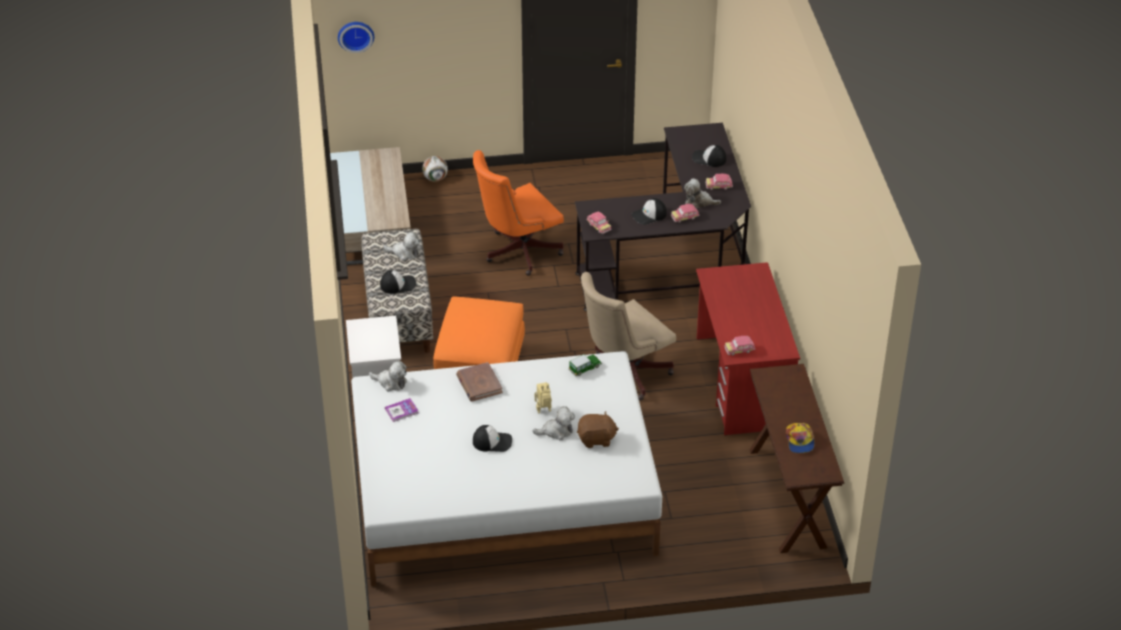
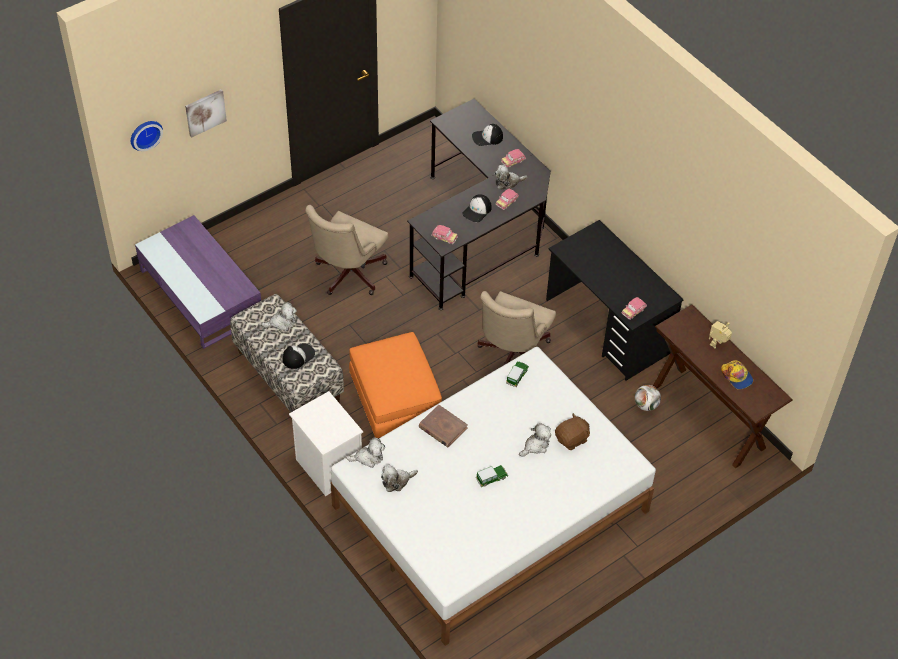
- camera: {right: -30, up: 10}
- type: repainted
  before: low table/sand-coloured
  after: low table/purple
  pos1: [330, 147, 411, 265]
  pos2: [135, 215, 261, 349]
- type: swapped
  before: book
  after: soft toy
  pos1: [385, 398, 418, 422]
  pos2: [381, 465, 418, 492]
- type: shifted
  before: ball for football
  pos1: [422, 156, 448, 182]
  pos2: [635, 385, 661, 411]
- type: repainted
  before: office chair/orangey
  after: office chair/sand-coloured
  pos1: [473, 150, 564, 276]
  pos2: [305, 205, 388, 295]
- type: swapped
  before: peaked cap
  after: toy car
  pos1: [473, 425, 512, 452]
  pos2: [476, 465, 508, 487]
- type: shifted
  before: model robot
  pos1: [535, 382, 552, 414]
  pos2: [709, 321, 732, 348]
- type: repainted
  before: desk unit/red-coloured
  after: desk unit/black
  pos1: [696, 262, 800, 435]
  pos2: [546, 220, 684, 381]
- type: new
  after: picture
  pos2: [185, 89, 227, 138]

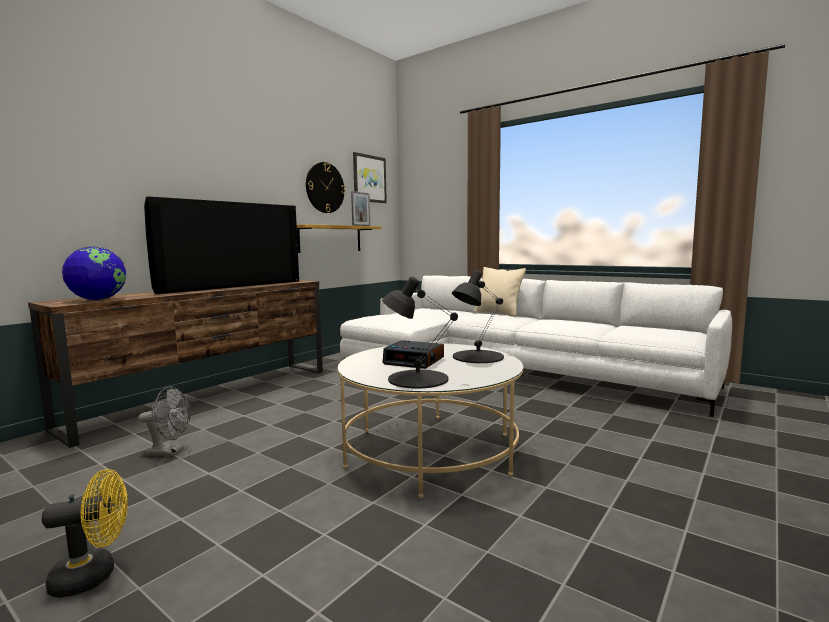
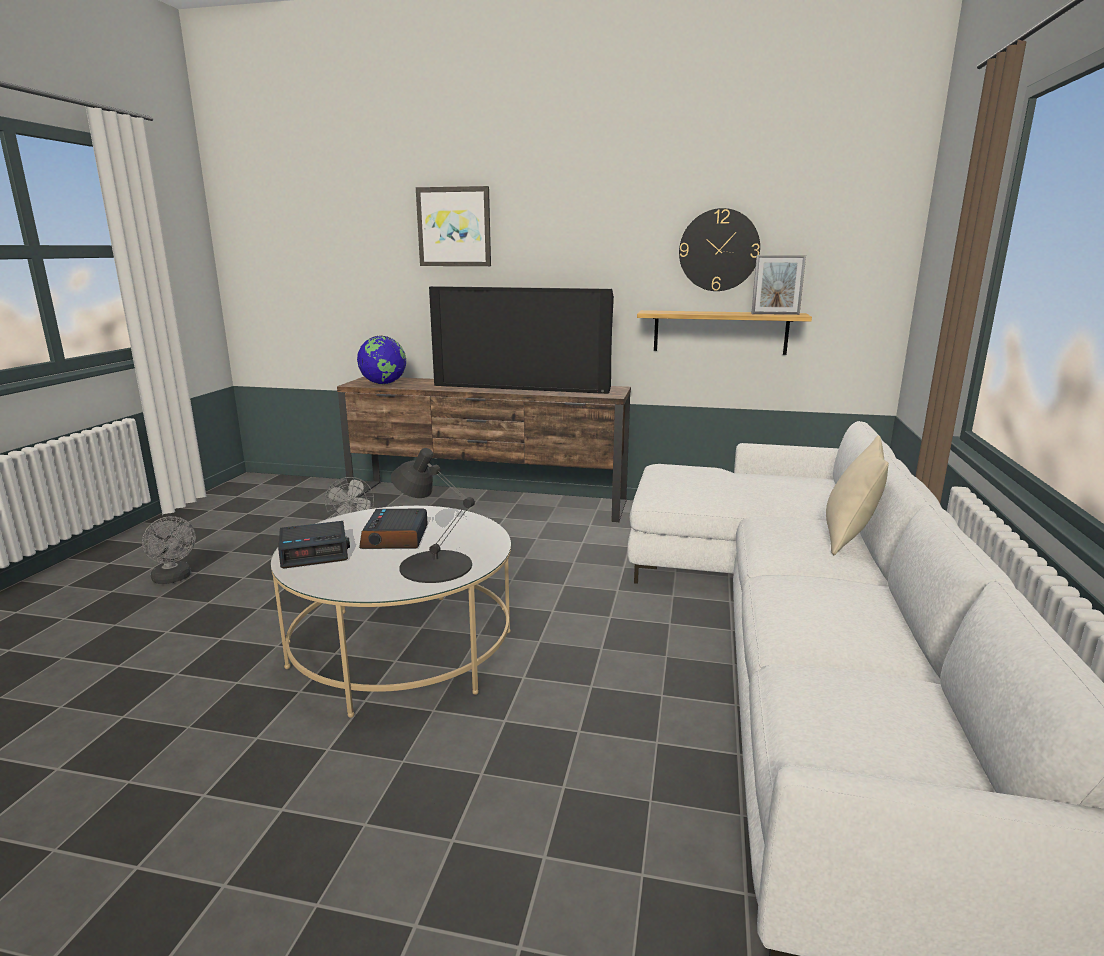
- camera: {right: 65, up: 10}
- type: repainted
  before: cooling fan/yellow
  after: cooling fan/greyish
  pos1: [42, 469, 128, 598]
  pos2: [142, 516, 196, 584]
- type: shifted
  before: picture
  pos1: [353, 152, 387, 203]
  pos2: [416, 186, 491, 266]
- type: swapped
  before: table lamp/black
  after: table clock
  pos1: [382, 277, 458, 389]
  pos2: [278, 521, 350, 568]

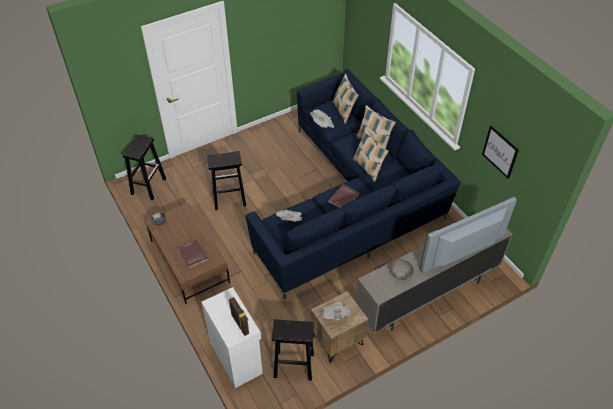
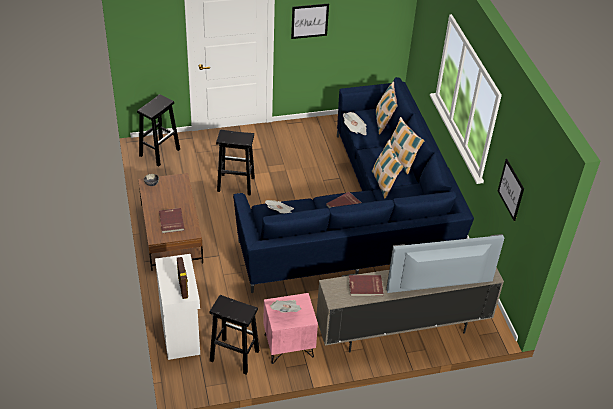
- camera: {right: 15, up: -5}
- type: repainted
  before: night table/brown-coloured
  after: night table/pinkish
  pos1: [311, 291, 368, 363]
  pos2: [263, 293, 318, 364]
- type: swapped
  before: serving bowl/greyish
  after: book/red-coloured
  pos1: [391, 259, 414, 280]
  pos2: [349, 275, 384, 296]
- type: new
  after: picture
  pos2: [291, 4, 329, 39]

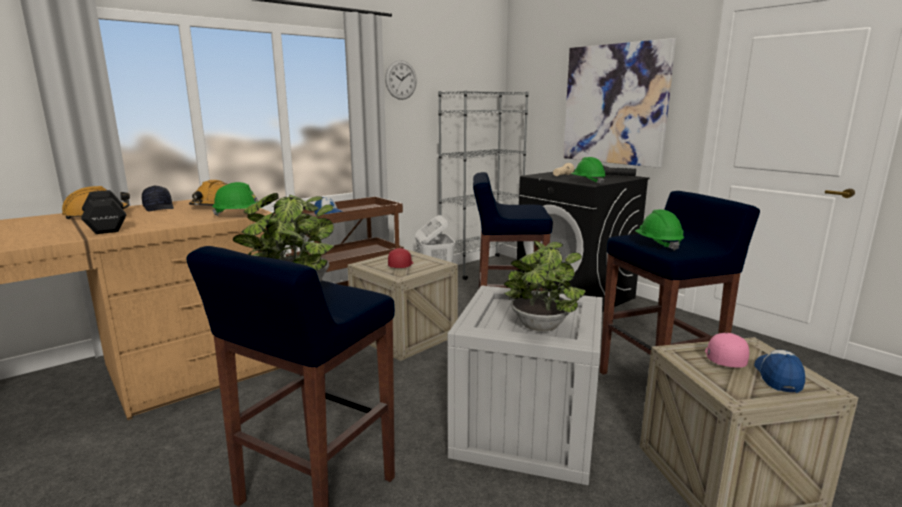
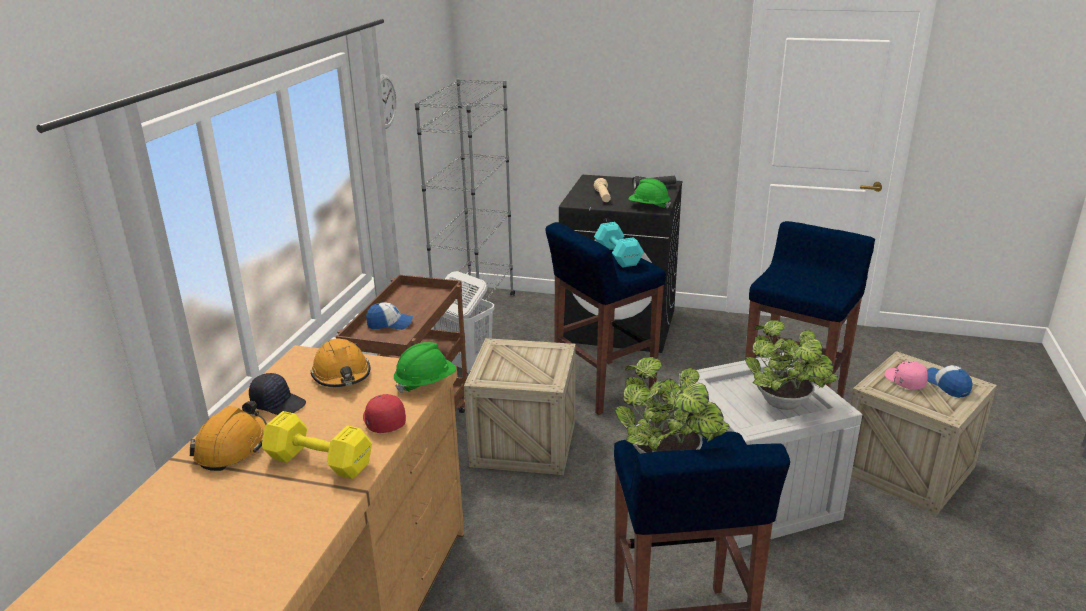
- camera: {right: -35, up: 10}
- type: repainted
  before: dumbbell/black
  after: dumbbell/yellow
  pos1: [81, 190, 126, 234]
  pos2: [262, 411, 372, 479]
- type: shifted
  before: peaked cap/red-coloured
  pos1: [388, 248, 413, 268]
  pos2: [363, 394, 406, 433]
- type: gone
  before: picture
  pos1: [563, 38, 676, 168]
- type: gone
  before: safety helmet/green
  pos1: [635, 209, 684, 251]
- type: new
  after: dumbbell/turquoise
  pos2: [594, 222, 644, 268]

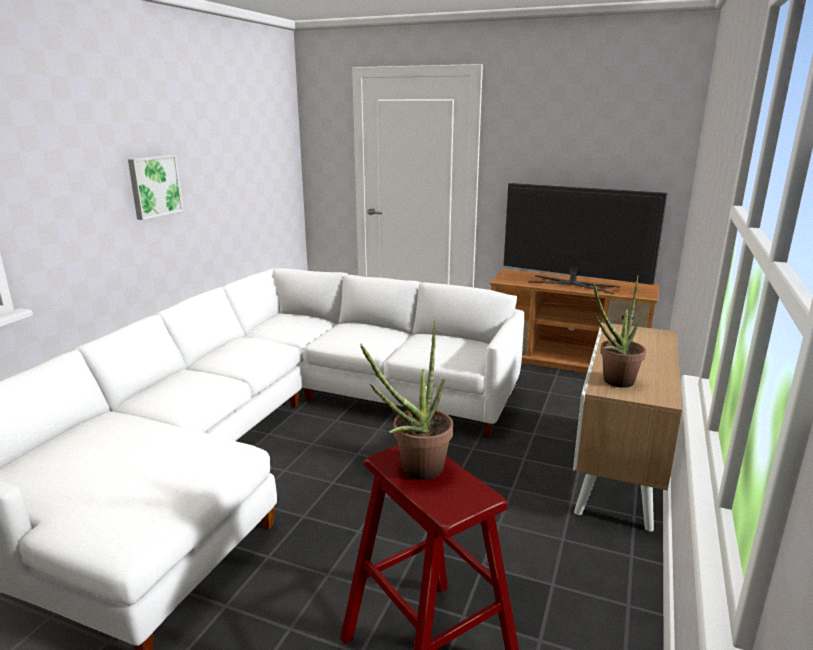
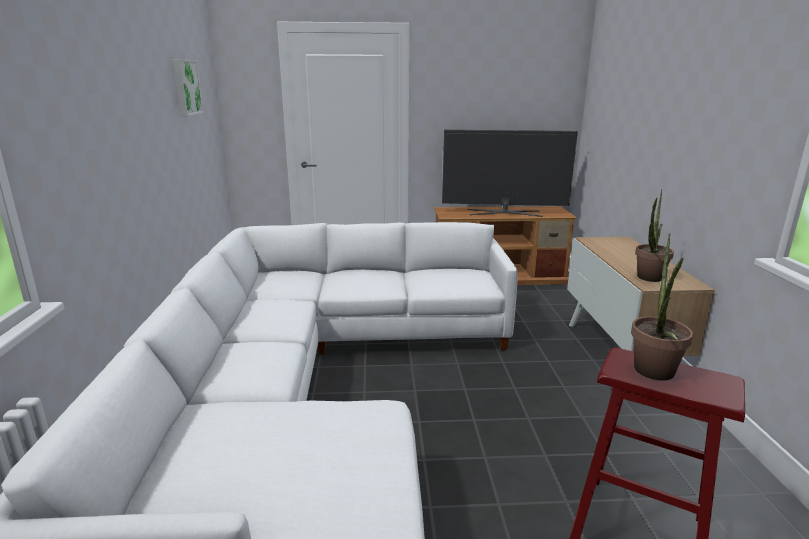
- camera: {right: -25, up: 0}
- type: shifted
  before: picture
  pos1: [128, 155, 183, 220]
  pos2: [173, 59, 204, 116]

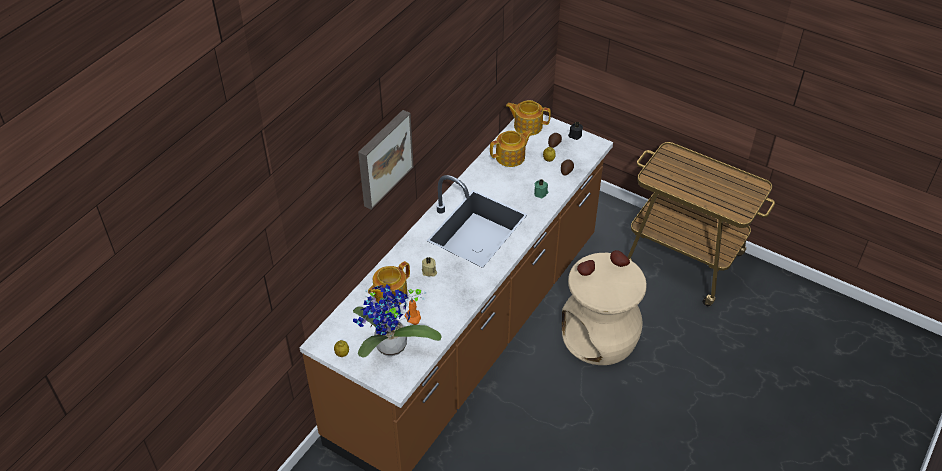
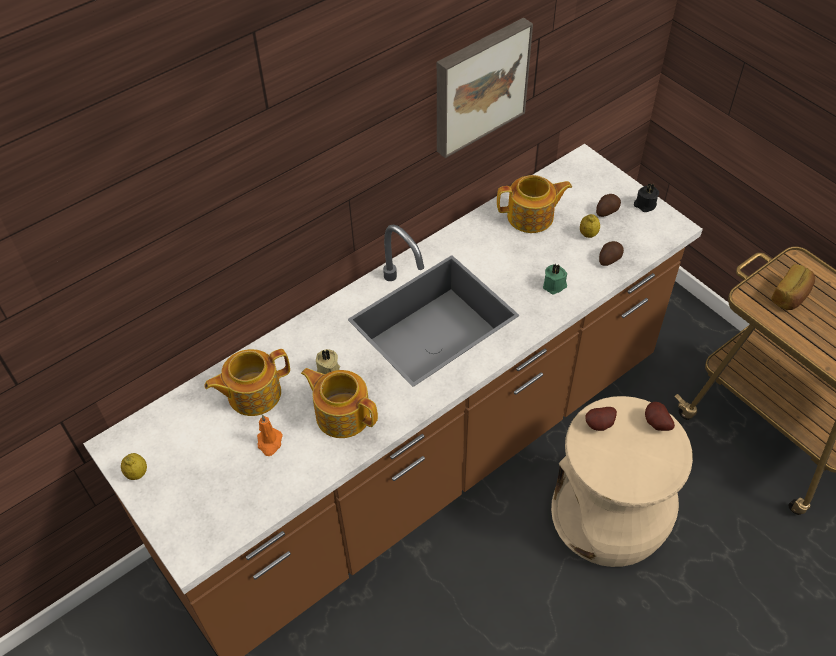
- camera: {right: 20, up: 5}
- type: gone
  before: potted plant
  pos1: [353, 285, 442, 358]
- type: shifted
  before: picture
  pos1: [358, 110, 414, 210]
  pos2: [437, 17, 533, 158]
- type: shifted
  before: tea pot
  pos1: [506, 100, 551, 136]
  pos2: [301, 368, 378, 438]
- type: new
  after: baked bread
  pos2: [771, 264, 815, 310]

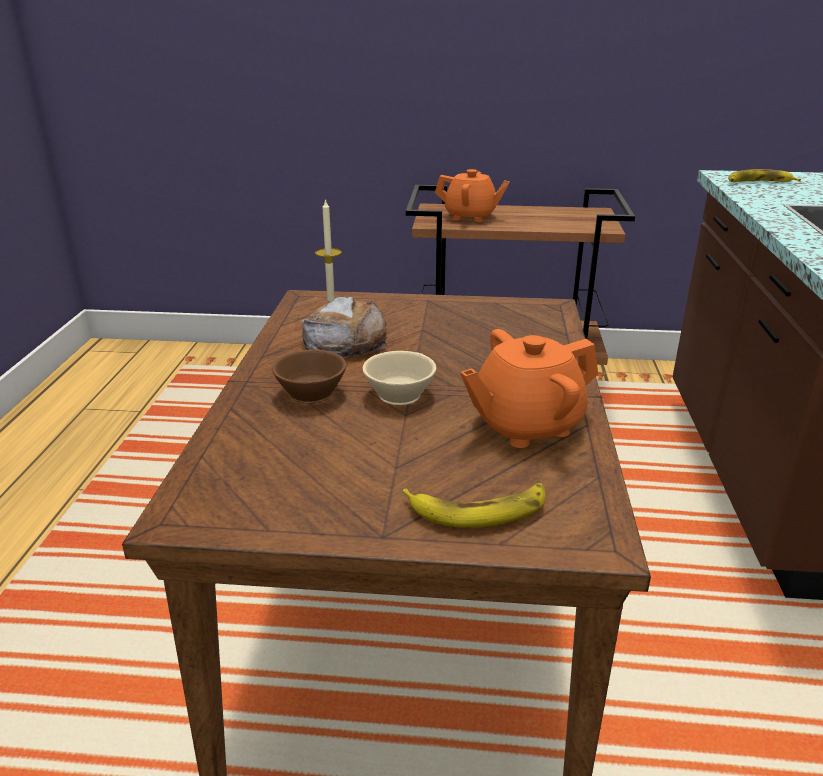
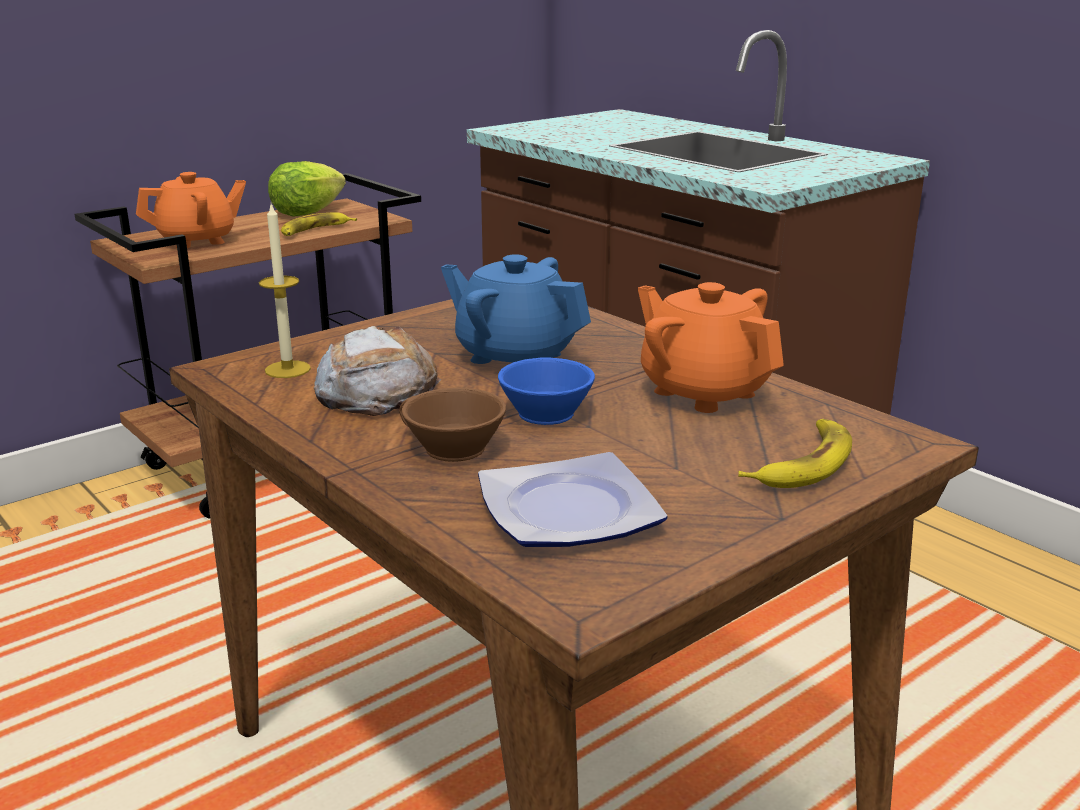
- camera: {right: -45, up: -5}
- type: repainted
  before: drinking cup/sand-coloured
  after: drinking cup/blue
  pos1: [362, 351, 436, 405]
  pos2: [498, 358, 595, 425]
- type: rotated
  before: tea pot/orangey
  pos1: [460, 329, 598, 448]
  pos2: [638, 282, 784, 413]
  turn: 120
- type: shifted
  before: banana
  pos1: [728, 169, 801, 182]
  pos2: [281, 212, 357, 236]
- type: new
  after: lettuce
  pos2: [268, 161, 346, 217]
- type: new
  after: tea pot/blue
  pos2: [441, 254, 591, 364]
- type: new
  after: plate
  pos2: [478, 452, 667, 547]

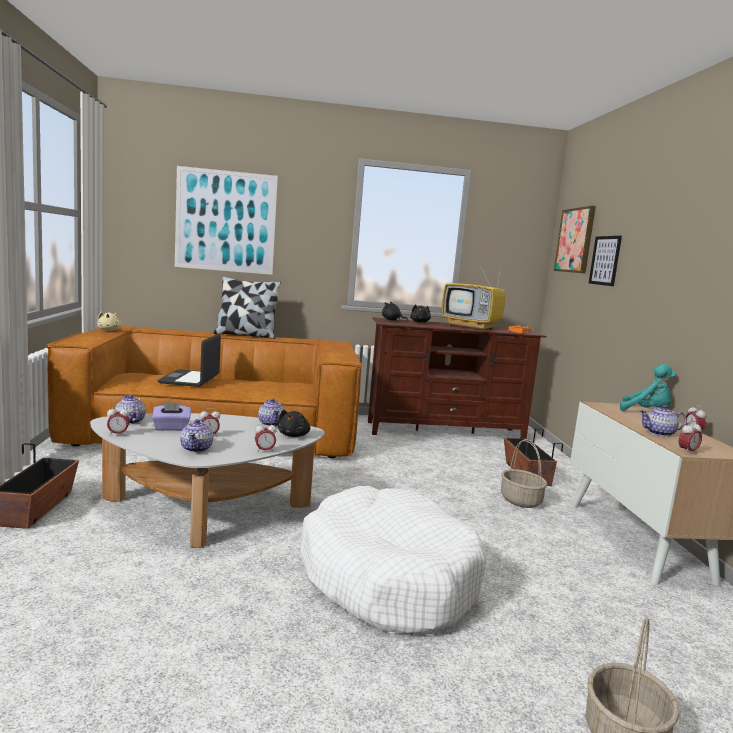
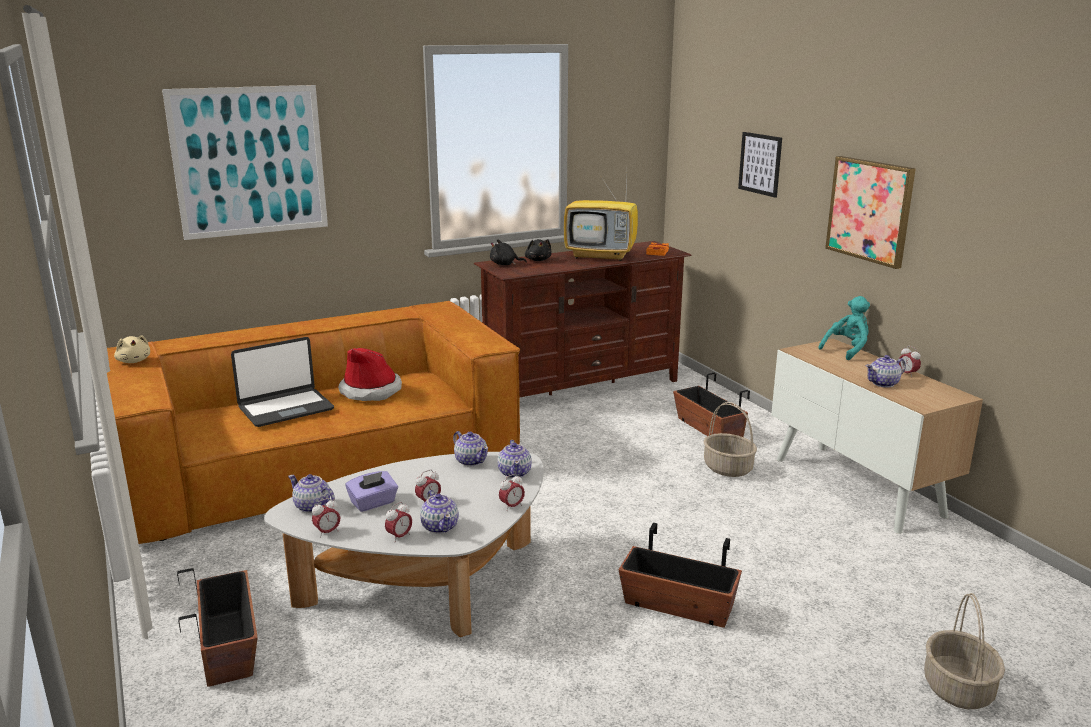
- camera: {right: -20, up: 10}
- type: rotated
  before: laptop
  pos1: [158, 334, 221, 387]
  pos2: [231, 337, 334, 427]
  turn: -105
- type: gone
  before: cushion
  pos1: [214, 276, 281, 339]
- type: swapped
  before: soft toy/black
  after: tea pot
  pos1: [278, 410, 310, 437]
  pos2: [497, 440, 532, 478]
- type: swapped
  before: dog bed/white-coloured
  after: flower pot
  pos1: [300, 486, 487, 634]
  pos2: [619, 522, 742, 628]
- type: shifted
  before: picture
  pos1: [554, 206, 596, 273]
  pos2: [825, 156, 916, 269]
- type: rotated
  before: soft toy/turquoise
  pos1: [620, 364, 676, 411]
  pos2: [818, 296, 870, 360]
  turn: -45
- type: shifted
  before: table clock
  pos1: [678, 421, 702, 454]
  pos2: [385, 502, 412, 541]
- type: new
  after: hat
  pos2: [338, 348, 402, 401]

